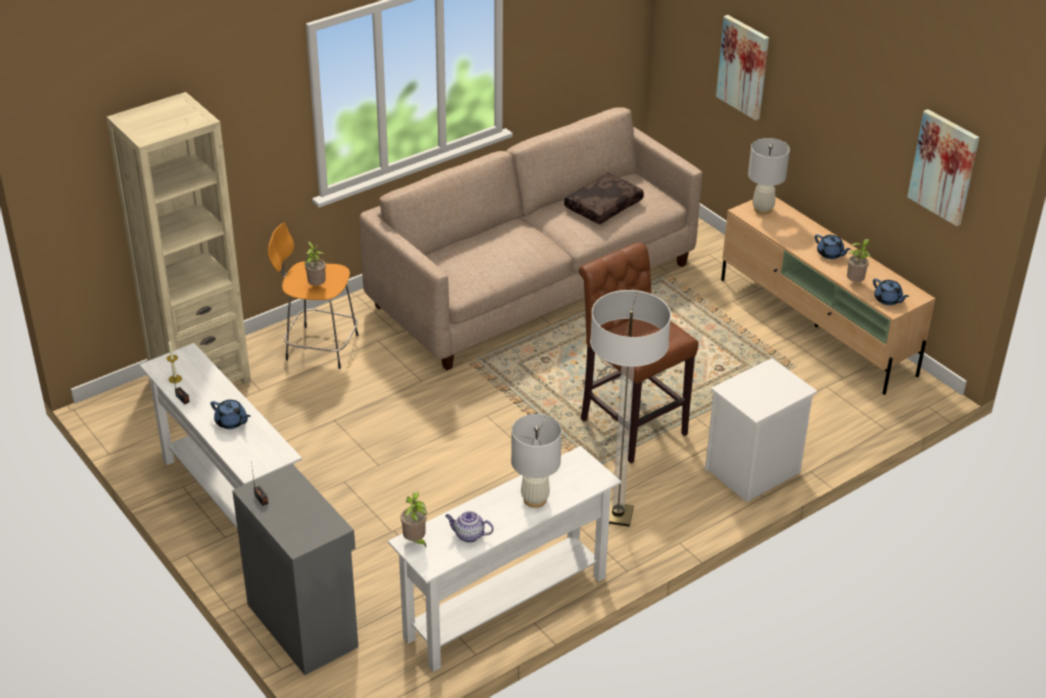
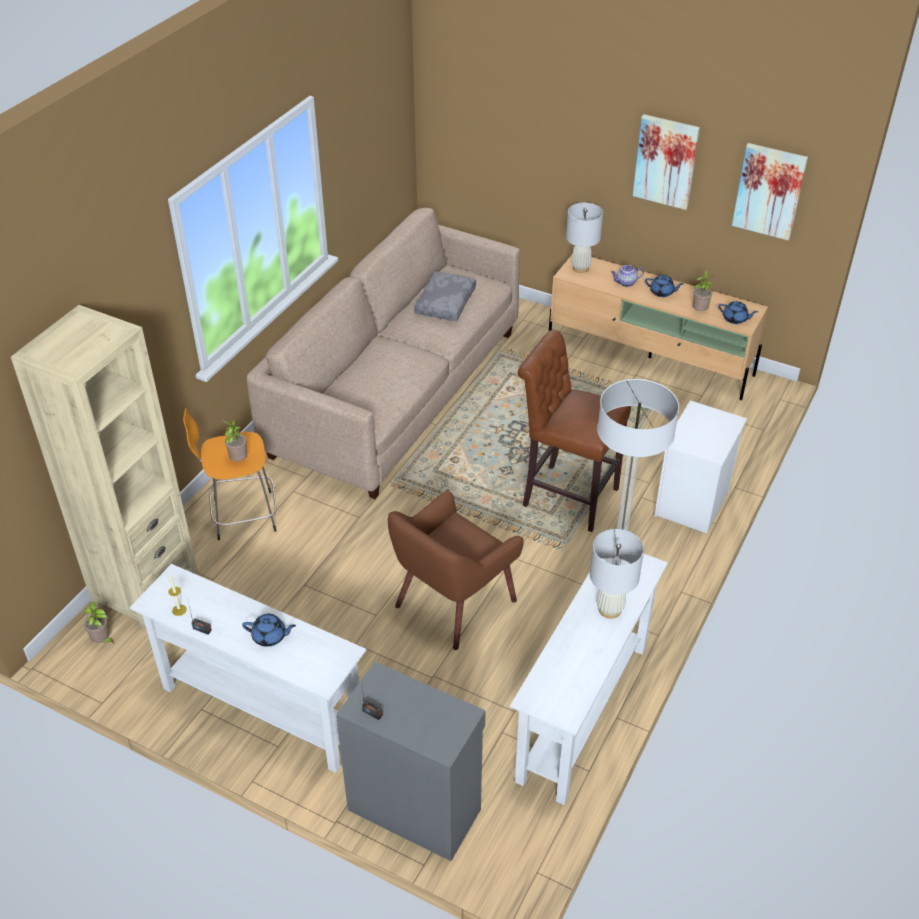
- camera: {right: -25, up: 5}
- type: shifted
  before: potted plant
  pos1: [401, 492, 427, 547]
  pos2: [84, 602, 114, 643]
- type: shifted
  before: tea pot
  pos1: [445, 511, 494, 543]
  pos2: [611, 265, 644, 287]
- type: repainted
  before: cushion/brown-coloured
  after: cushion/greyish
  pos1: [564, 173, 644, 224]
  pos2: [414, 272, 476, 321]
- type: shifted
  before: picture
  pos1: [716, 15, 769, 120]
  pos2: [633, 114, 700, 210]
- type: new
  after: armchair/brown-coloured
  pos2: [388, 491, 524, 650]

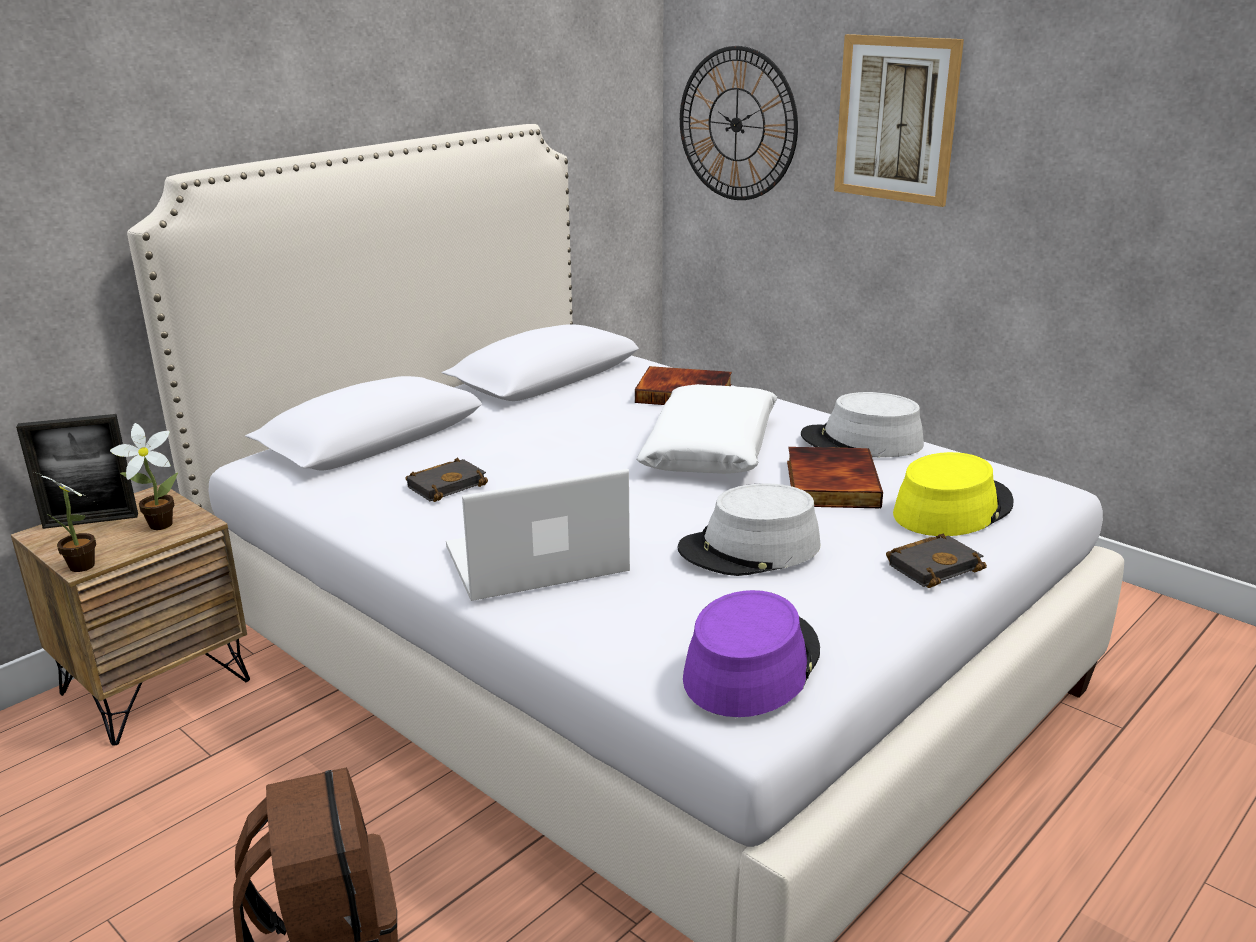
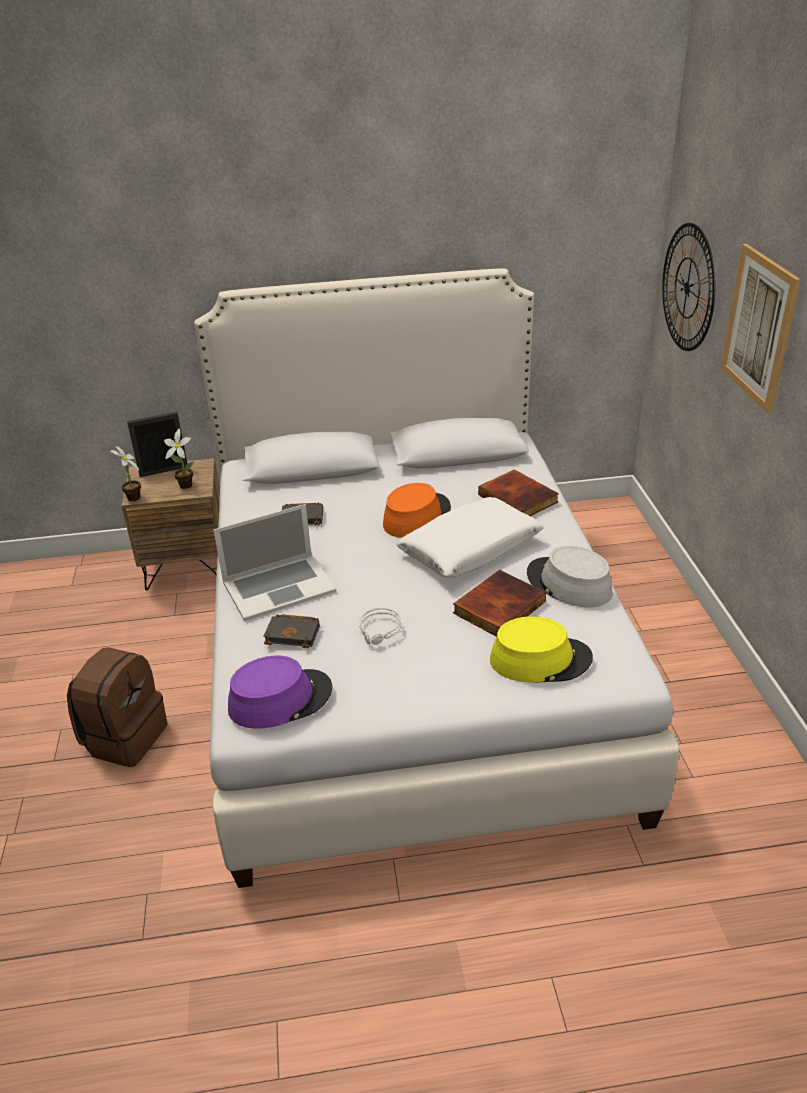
- camera: {right: 40, up: 10}
- type: rotated
  before: standing frame
  pos1: [16, 414, 138, 529]
  pos2: [127, 412, 187, 477]
  turn: 135
- type: rotated
  before: laptop
  pos1: [446, 469, 630, 601]
  pos2: [214, 504, 336, 621]
  turn: 135
- type: swapped
  before: hat/greyish
  after: headphones/greyish
  pos1: [677, 483, 820, 576]
  pos2: [360, 608, 401, 645]
- type: shifted
  before: book/black
  pos1: [886, 533, 987, 588]
  pos2: [263, 614, 320, 649]
- type: new
  after: hat/orangey
  pos2: [383, 483, 451, 538]

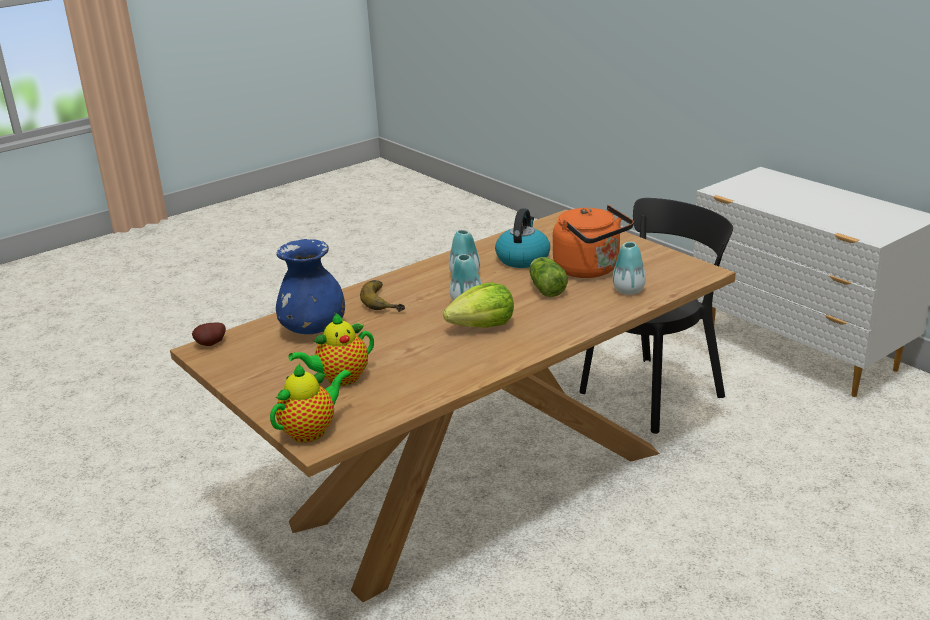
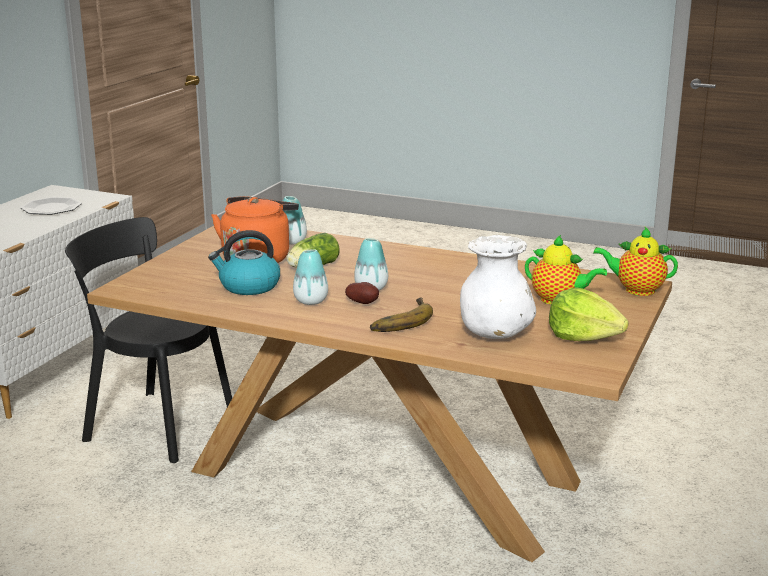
- camera: {right: -120, up: -5}
- type: shifted
  before: whole potato
  pos1: [192, 323, 226, 346]
  pos2: [345, 282, 379, 304]
- type: repainted
  before: flower vase/blue
  after: flower vase/white-coloured
  pos1: [276, 239, 345, 334]
  pos2: [460, 235, 536, 339]
- type: shifted
  before: lettuce
  pos1: [443, 282, 514, 328]
  pos2: [549, 287, 629, 341]
- type: new
  after: plate
  pos2: [21, 197, 82, 215]

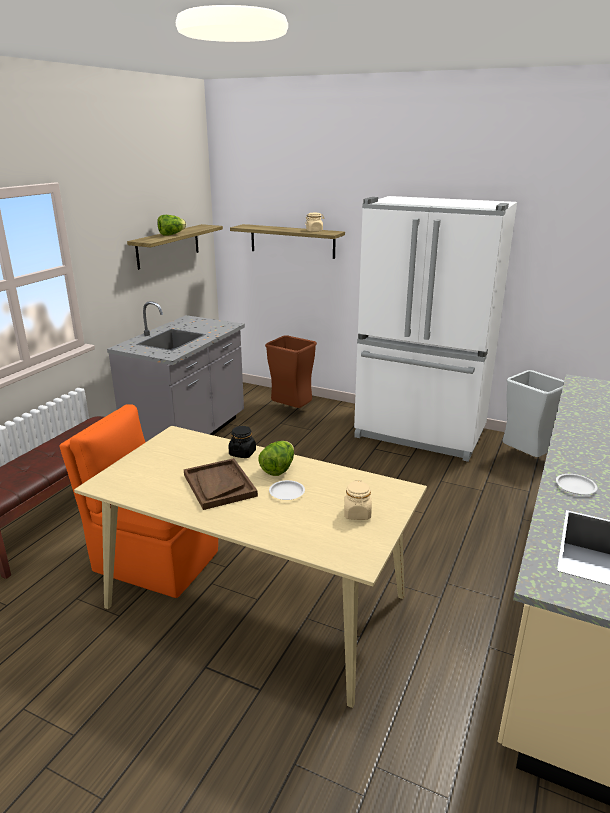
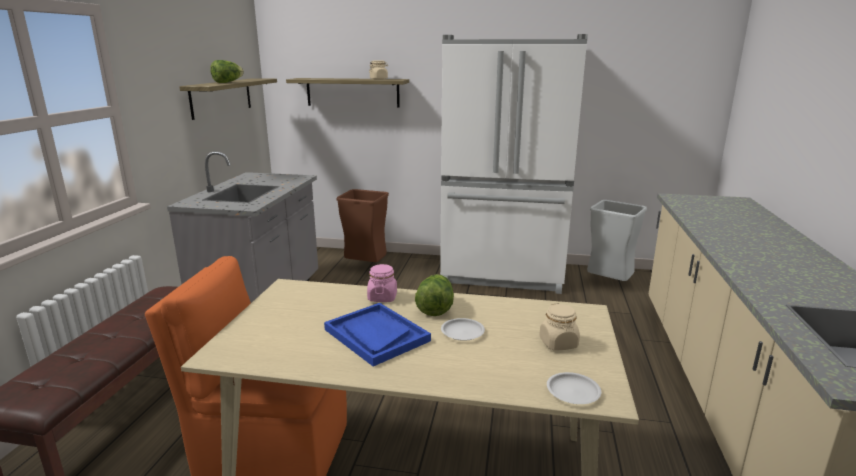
- camera: {right: -15, up: -5}
- type: repainted
  before: carrying tray/brown-coloured
  after: carrying tray/blue
  pos1: [184, 458, 258, 510]
  pos2: [324, 303, 431, 367]
- type: repainted
  before: preserve jar/black
  after: preserve jar/pinkish
  pos1: [229, 426, 256, 458]
  pos2: [367, 264, 397, 302]
- type: shifted
  before: plate/white-coloured
  pos1: [556, 474, 598, 495]
  pos2: [547, 372, 601, 404]

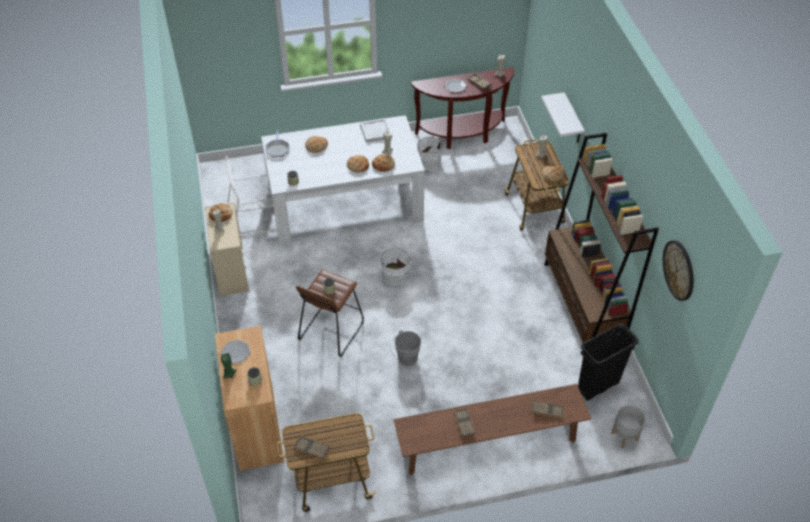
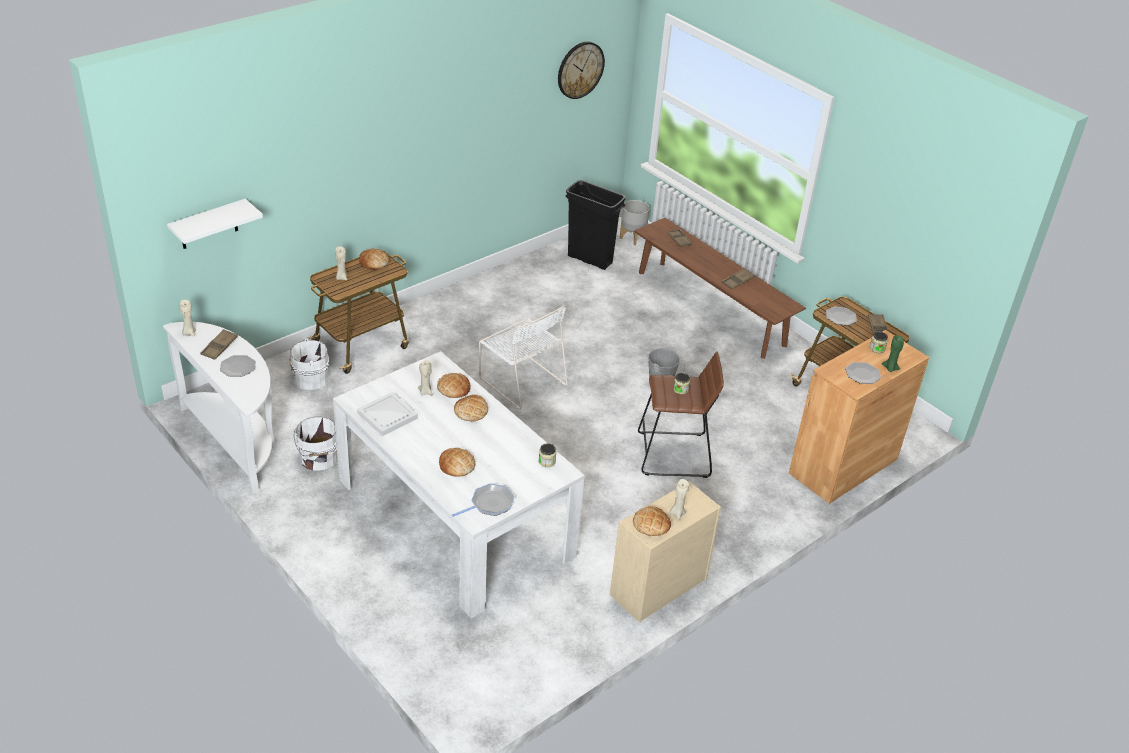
- camera: {right: -120, up: -10}
- type: shifted
  before: plain chair/white-coloured
  pos1: [225, 156, 277, 236]
  pos2: [479, 305, 568, 410]
- type: shifted
  before: pail/white-coloured
  pos1: [380, 248, 410, 286]
  pos2: [289, 338, 329, 390]
- type: repainted
  before: hall table/brown-coloured
  after: hall table/white-coloured
  pos1: [411, 67, 514, 149]
  pos2: [163, 322, 277, 494]
- type: shifted
  before: shelf/white-coloured
  pos1: [541, 92, 585, 143]
  pos2: [167, 199, 263, 249]
- type: gone
  before: bookcase/brown-coloured
  pos1: [544, 133, 659, 343]
- type: new
  after: plate
  pos2: [826, 306, 857, 326]

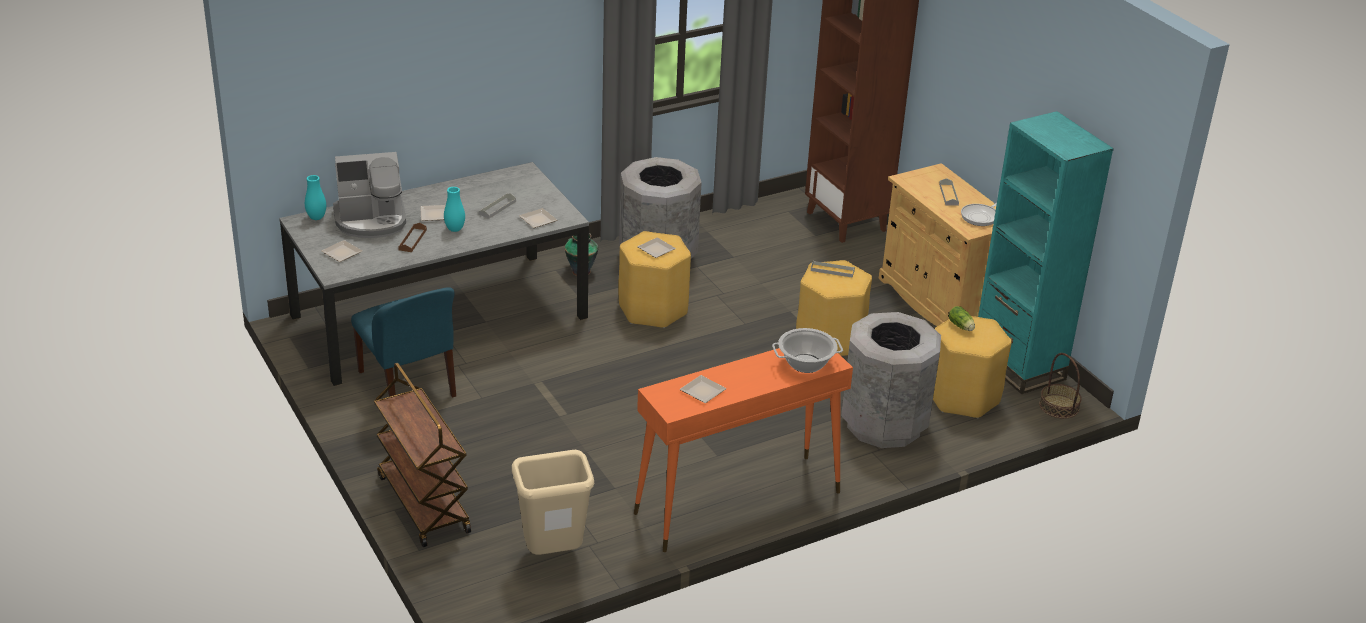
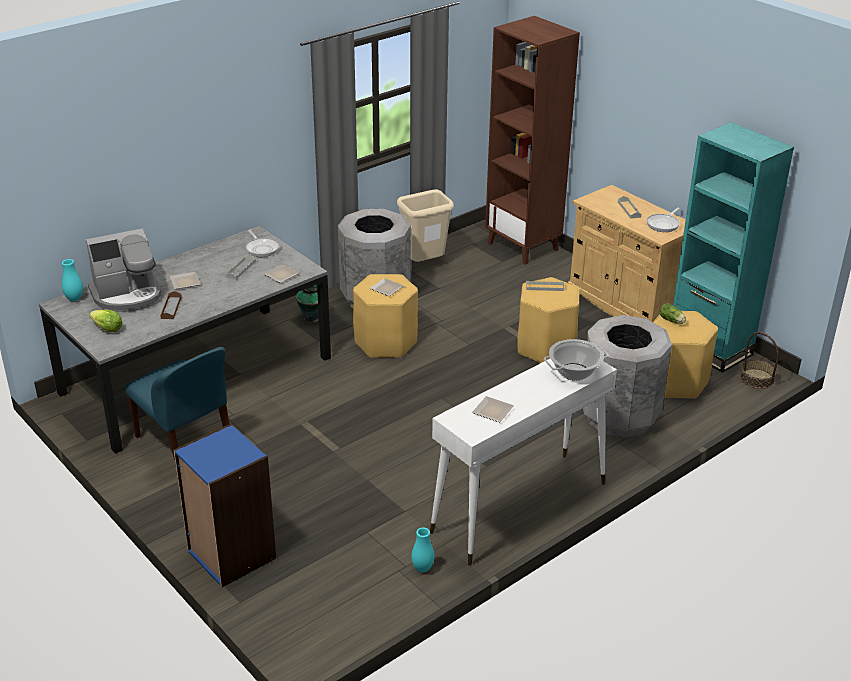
- camera: {right: -10, up: 0}
- type: swapped
  before: plate
  after: lettuce
  pos1: [321, 240, 362, 262]
  pos2: [89, 310, 123, 332]
- type: swapped
  before: trolley/brown-coloured
  after: bookcase/blue
  pos1: [374, 363, 471, 547]
  pos2: [173, 424, 276, 587]
- type: shifted
  before: flower vase/turquoise
  pos1: [444, 187, 465, 232]
  pos2: [411, 528, 434, 572]
- type: shifted
  before: trash can/sand-coloured
  pos1: [512, 450, 594, 555]
  pos2: [397, 189, 454, 262]
- type: repainted
  before: hall table/orangey
  after: hall table/white-coloured
  pos1: [634, 348, 853, 552]
  pos2: [430, 359, 617, 566]
- type: new
  after: skillet
  pos2: [245, 230, 279, 257]

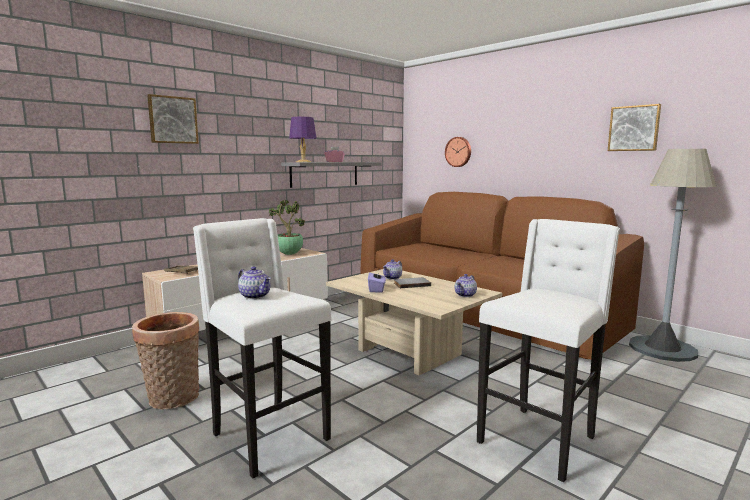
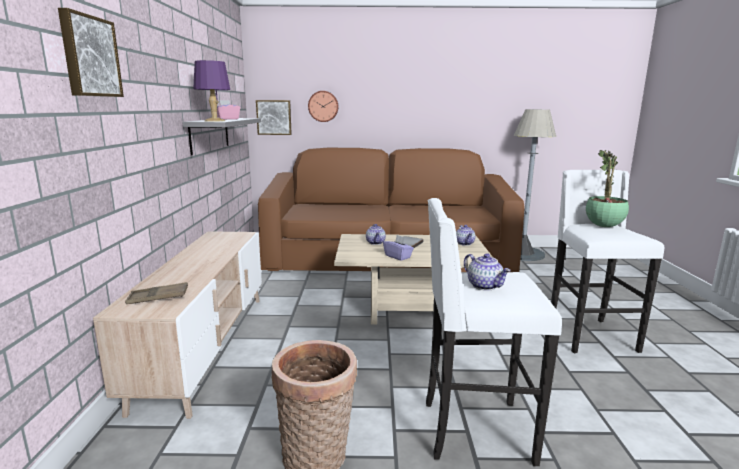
- camera: {right: -45, up: 5}
- type: rotated
  before: tea pot
  pos1: [238, 266, 271, 299]
  pos2: [464, 253, 511, 291]
  turn: 60
- type: shifted
  before: potted plant
  pos1: [269, 200, 305, 255]
  pos2: [586, 150, 629, 227]
- type: shifted
  before: picture
  pos1: [608, 104, 661, 151]
  pos2: [256, 100, 292, 135]

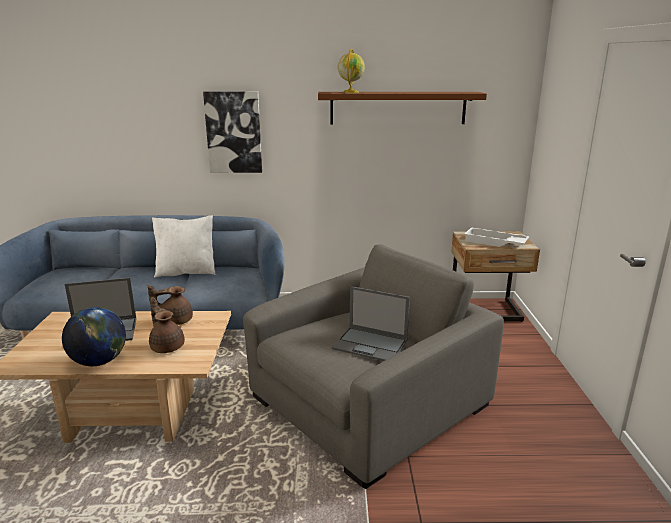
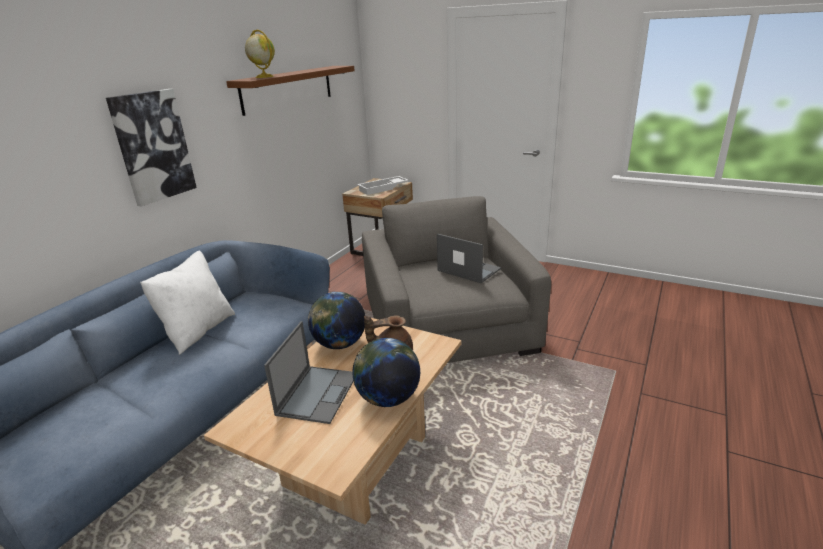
- camera: {right: -60, up: 5}
- type: swapped
  before: tea pot/brown-coloured
  after: desk globe
  pos1: [148, 285, 193, 325]
  pos2: [308, 292, 365, 349]
- type: rotated
  before: laptop
  pos1: [332, 286, 410, 361]
  pos2: [437, 234, 501, 283]
  turn: -105

